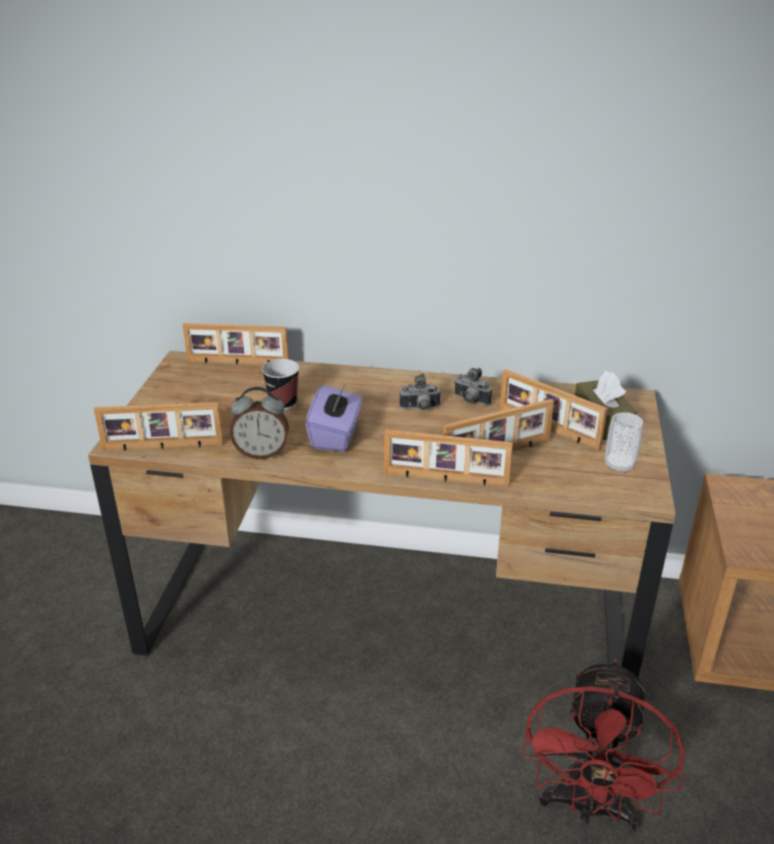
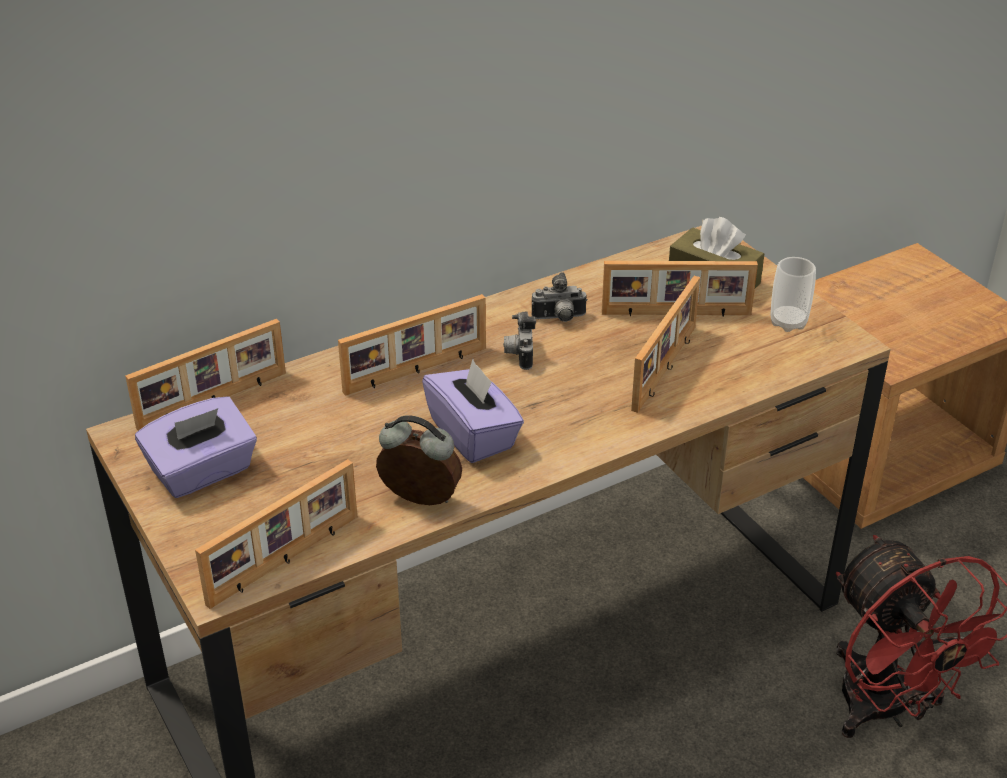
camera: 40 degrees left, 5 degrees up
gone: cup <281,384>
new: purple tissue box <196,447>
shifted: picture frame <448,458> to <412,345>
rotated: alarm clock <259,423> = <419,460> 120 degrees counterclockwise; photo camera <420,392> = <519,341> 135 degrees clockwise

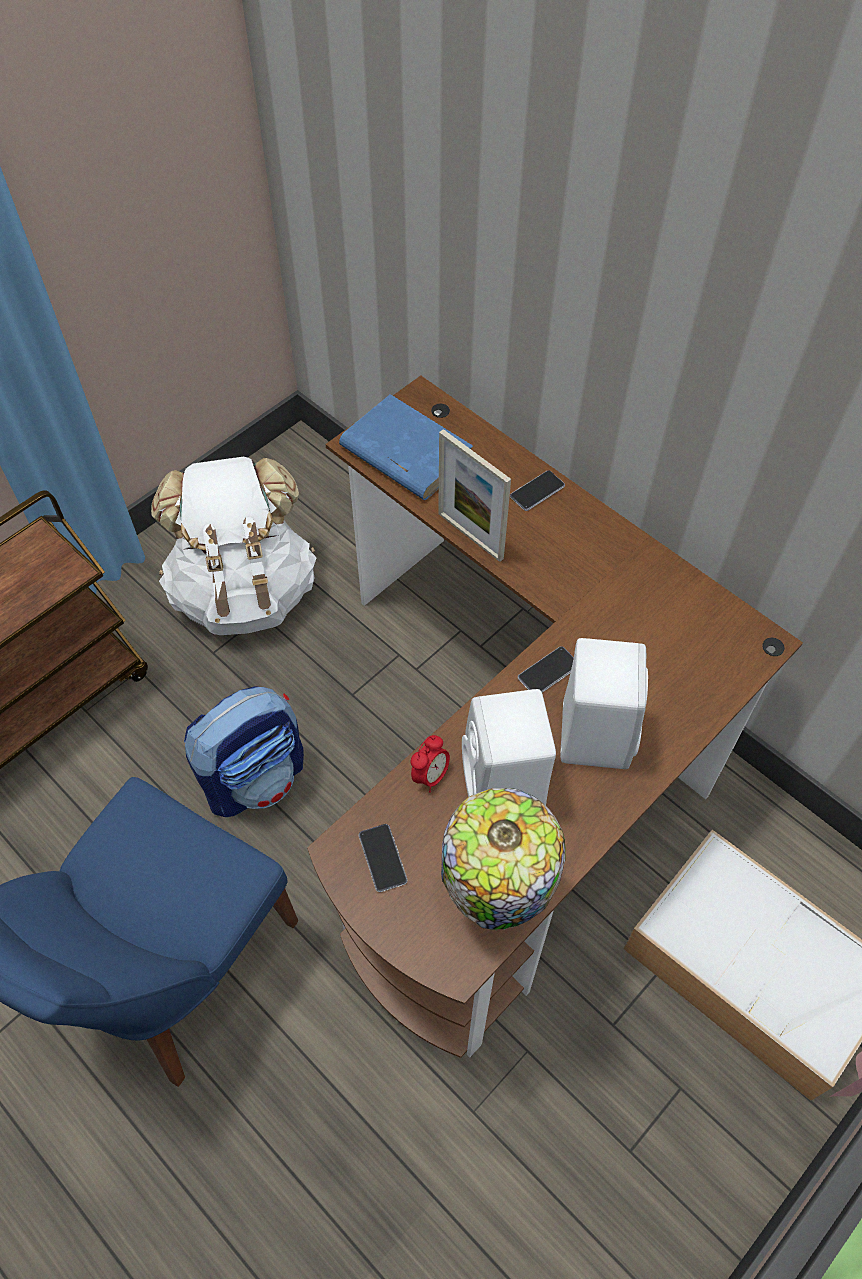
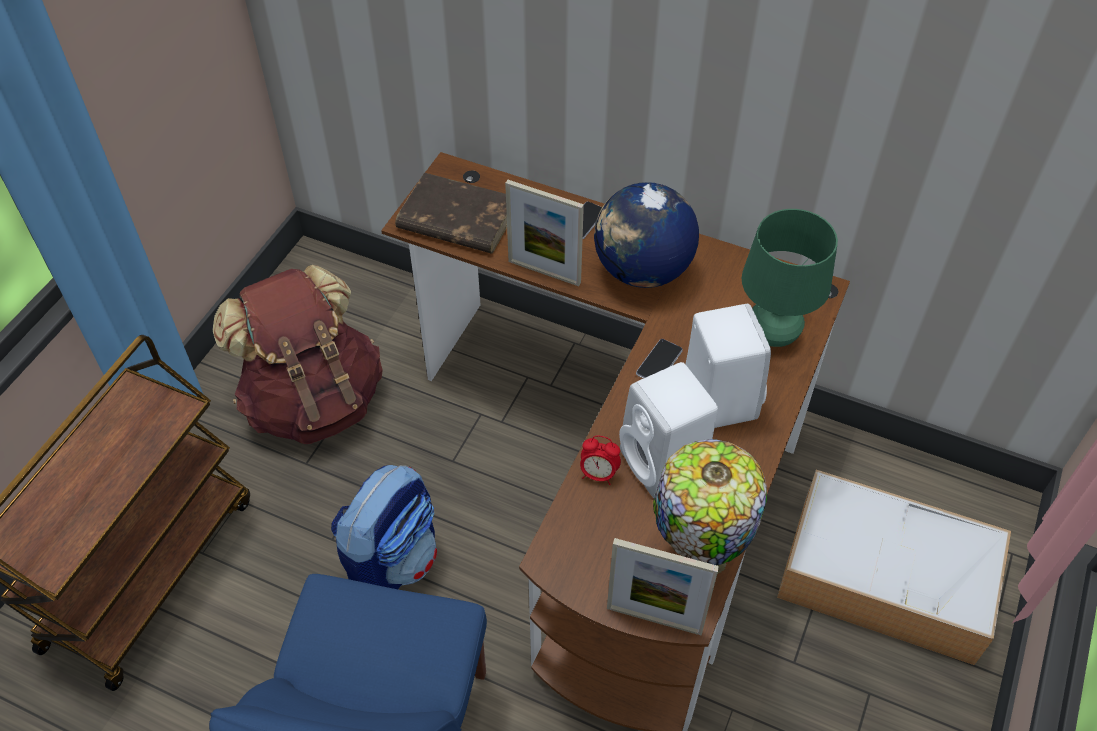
camera: 20 degrees left, 5 degrees down
gone: phone <383,858>
new: globe <646,235>; picture frame <663,587>; green table lamp <790,278>
repainted: white backpack <234,546> to brown backpack <297,354>; blue book <406,447> to brown book <451,213>
rotated: alarm clock <430,764> = <600,460> 90 degrees clockwise

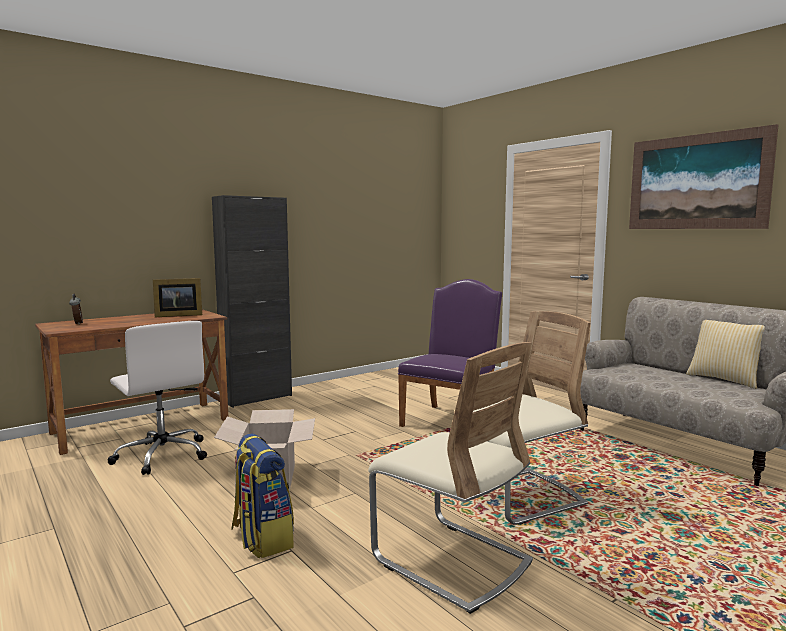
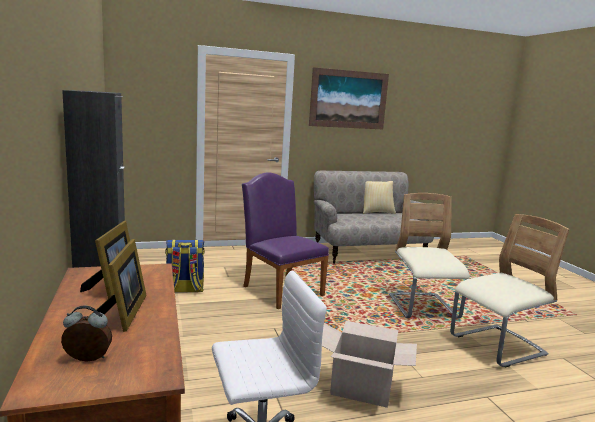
camera: 70 degrees left, 5 degrees up
new: picture frame <120,285>
shifted: backpack <262,495> to <185,266>

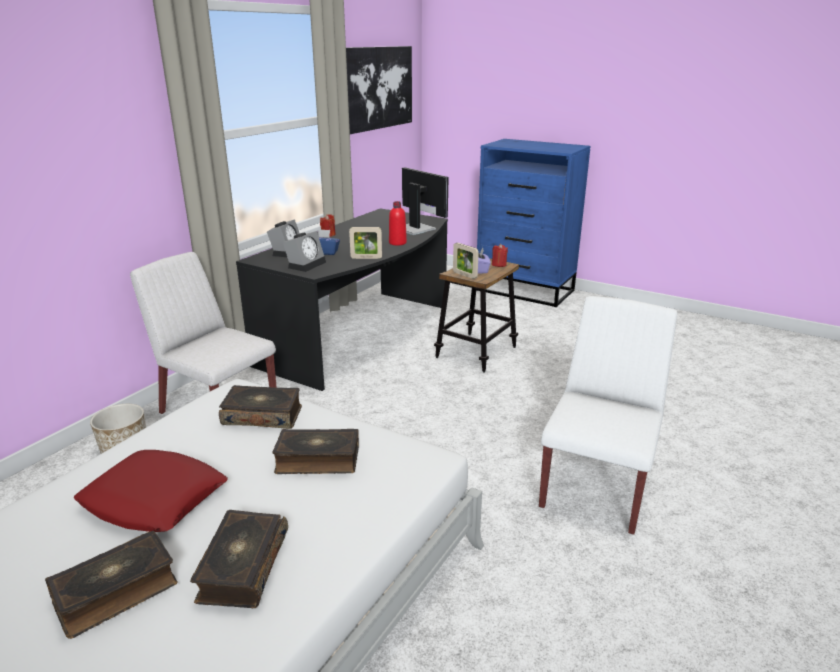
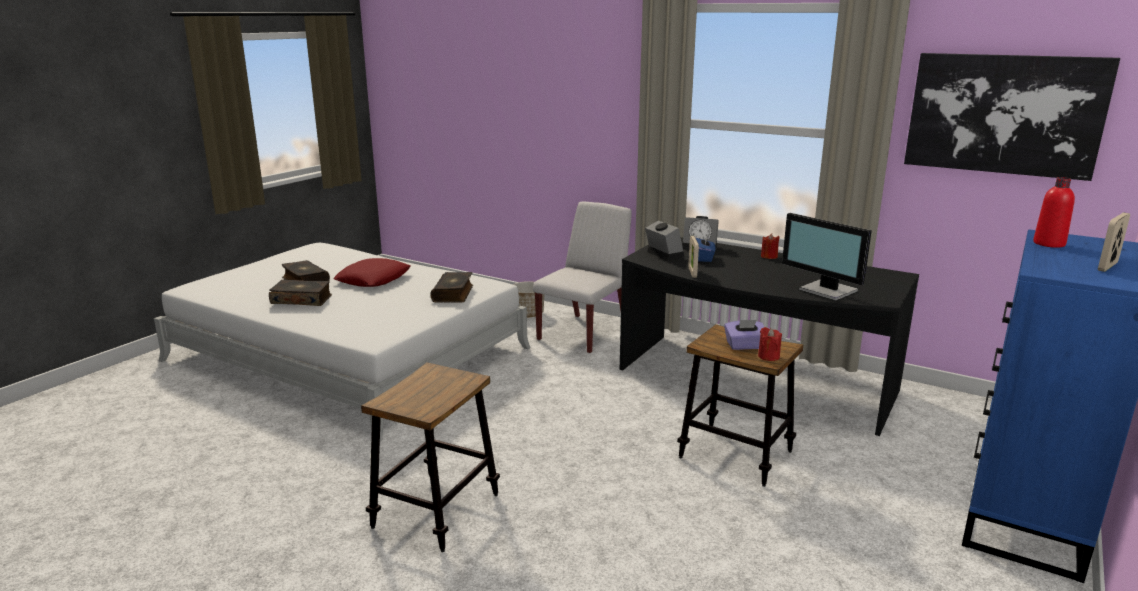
camera: 90 degrees right, 5 degrees down
gone: book <315,451>
shifted: red bottle <398,223> to <1054,212>; picture frame <466,261> to <1114,242>
swapped: white chair <608,415> to stool <430,457>
rotated: alarm clock <304,251> = <664,240> 150 degrees counterclockwise; monitor <425,201> = <827,257> 90 degrees clockwise

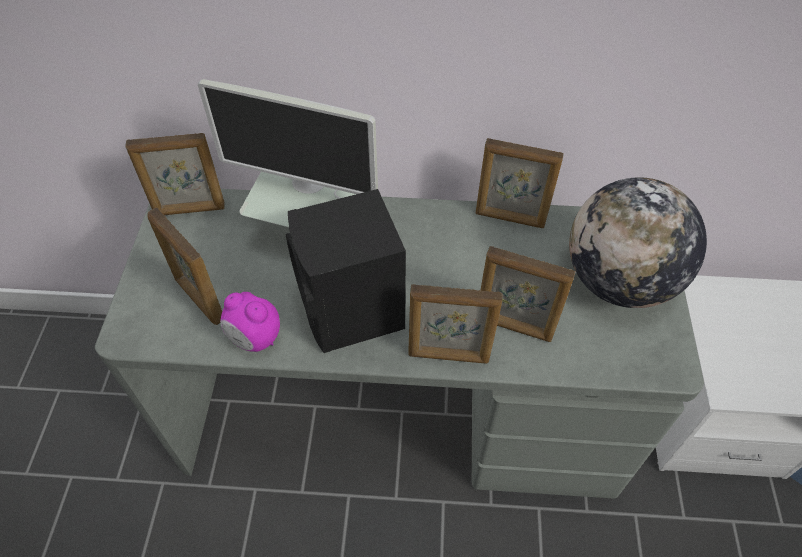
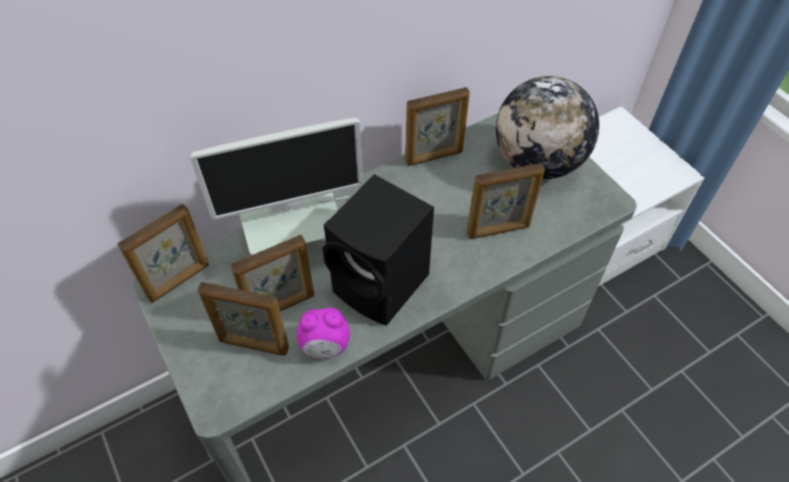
camera: 35 degrees left, 0 degrees up
shifted: picture frame <455,324> to <272,273>

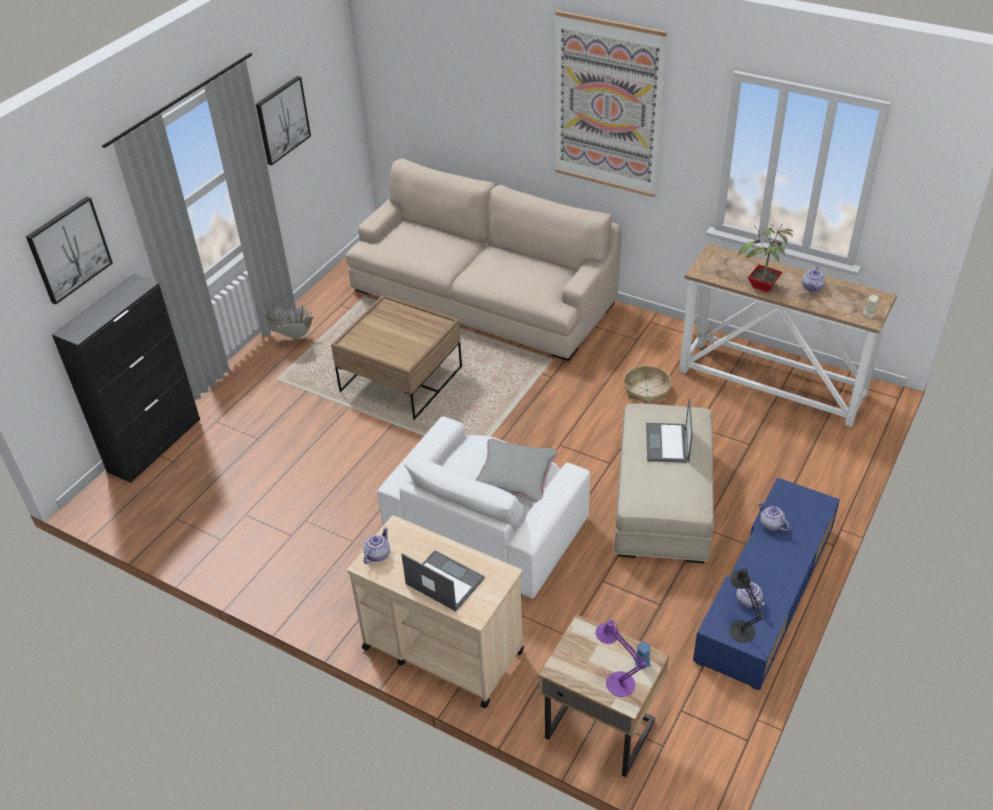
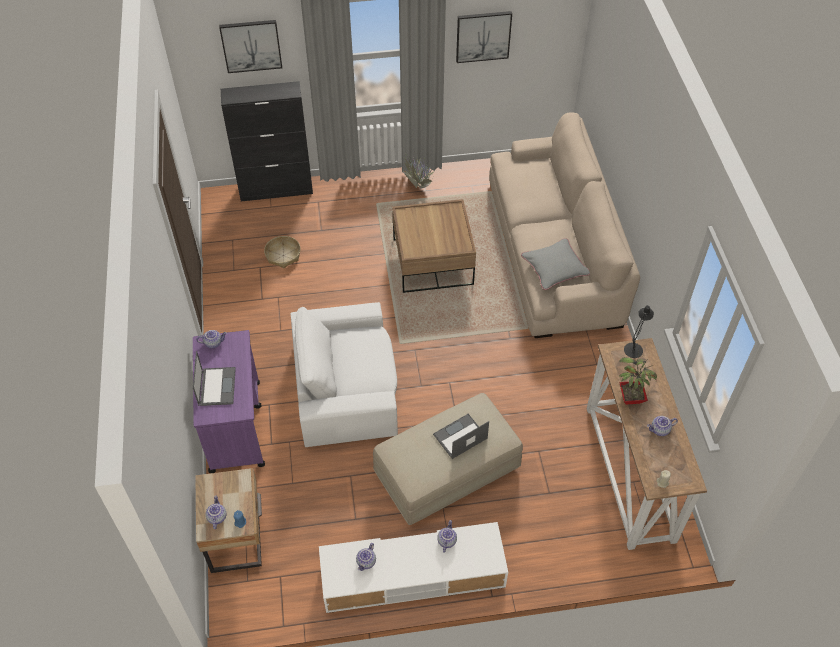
camera: 50 degrees right, 10 degrees up
gone: picture <611,103>
shifted: basket <647,385> to <282,252>; grey pillow <517,470> to <555,264>; black table lamp <746,605> to <639,331>
swapped: purple table lamp <620,658> to teapot <216,512>
repainted: beige cart <435,611> to purple cart <229,401>; blue tv stand <766,584> to white tv stand <413,567>

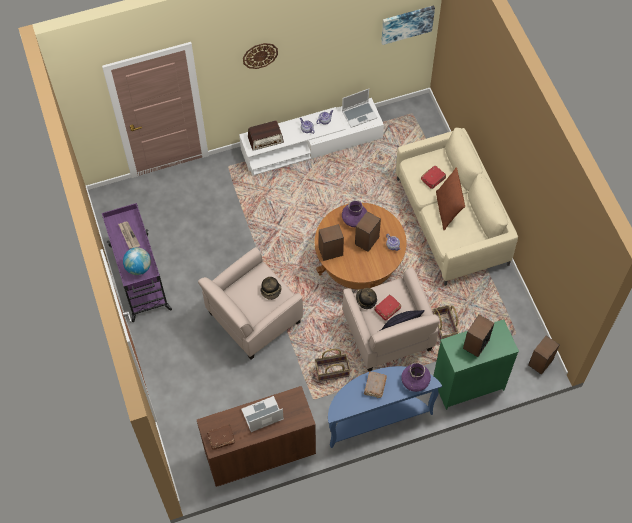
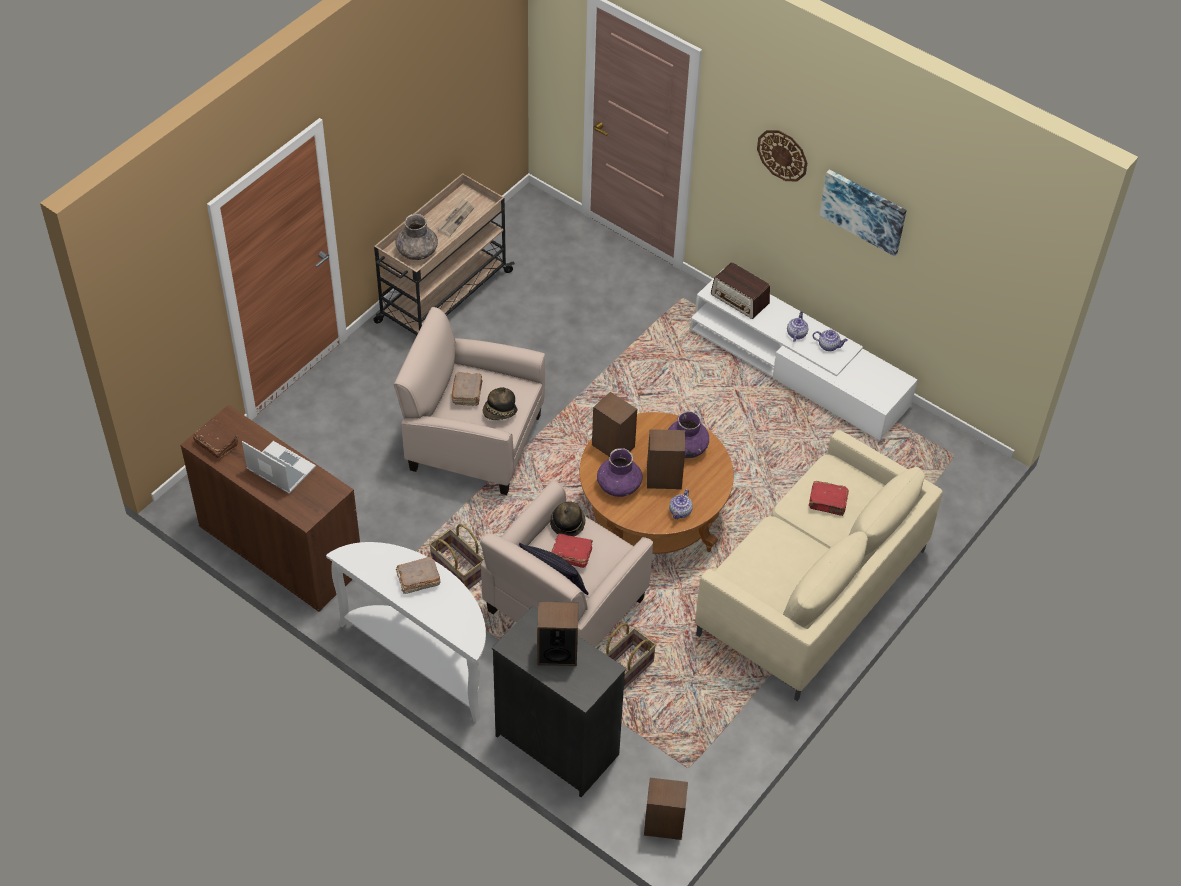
camera: 55 degrees right, 10 degrees down
gone: laptop <360,108>; brown pillow <450,198>
new: brown book <466,389>
shifted: purple vase <416,377> to <619,472>; picture <408,25> to <862,212>
swapped: globe <137,261> to grey vase <416,237>
repainted: blue console table <385,407> to white console table <406,632>; purple cart <137,262> to beige cart <444,254>; green dresser <476,364> to black dresser <559,701>

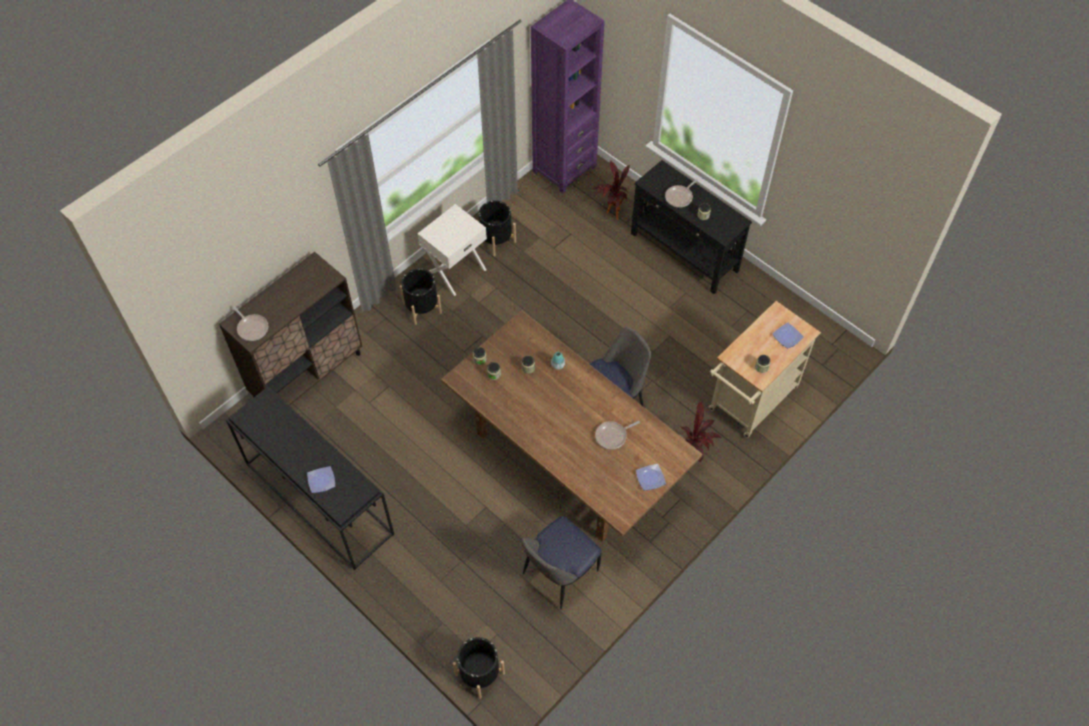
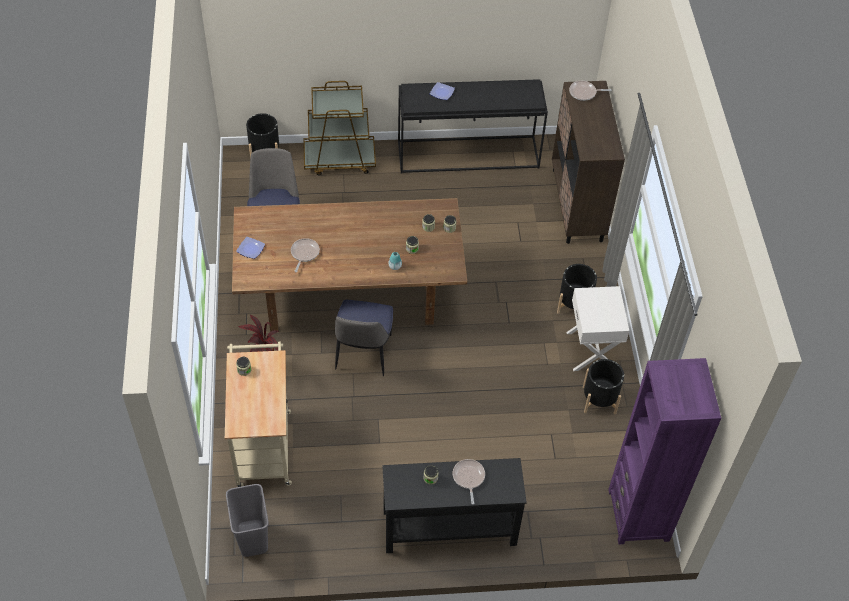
camera: 130 degrees right, 5 degrees down
gone: potted plant <611,190>; plate <788,335>
new: grey trash can <247,520>; brown cart <339,128>

